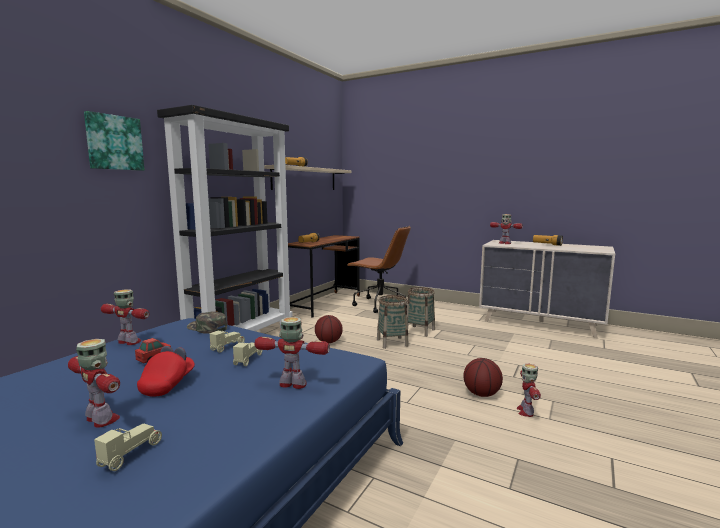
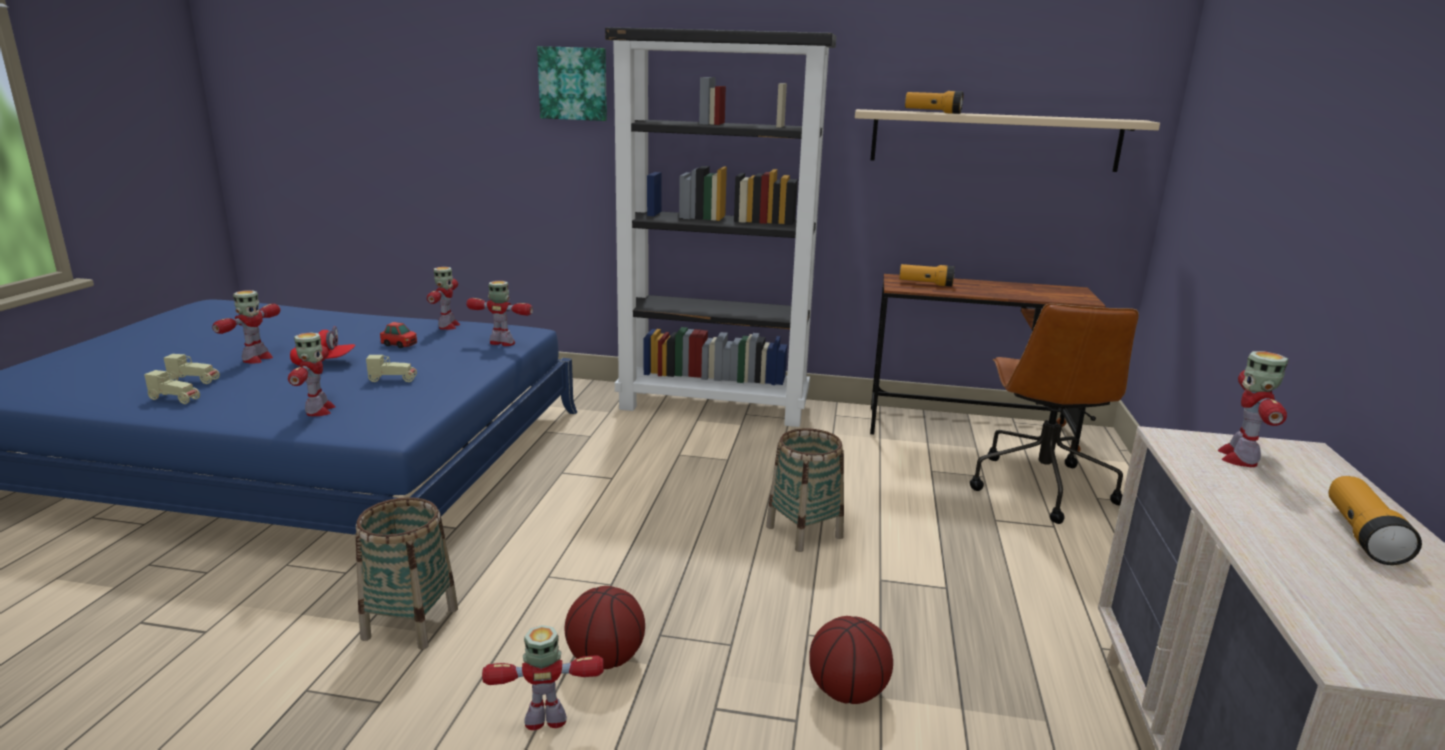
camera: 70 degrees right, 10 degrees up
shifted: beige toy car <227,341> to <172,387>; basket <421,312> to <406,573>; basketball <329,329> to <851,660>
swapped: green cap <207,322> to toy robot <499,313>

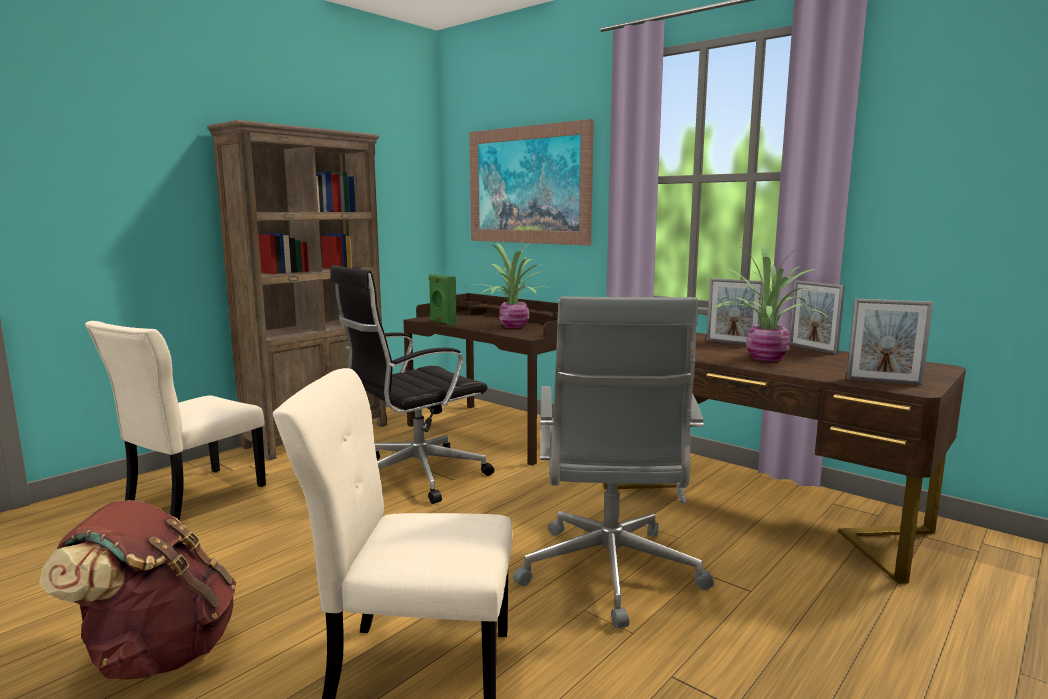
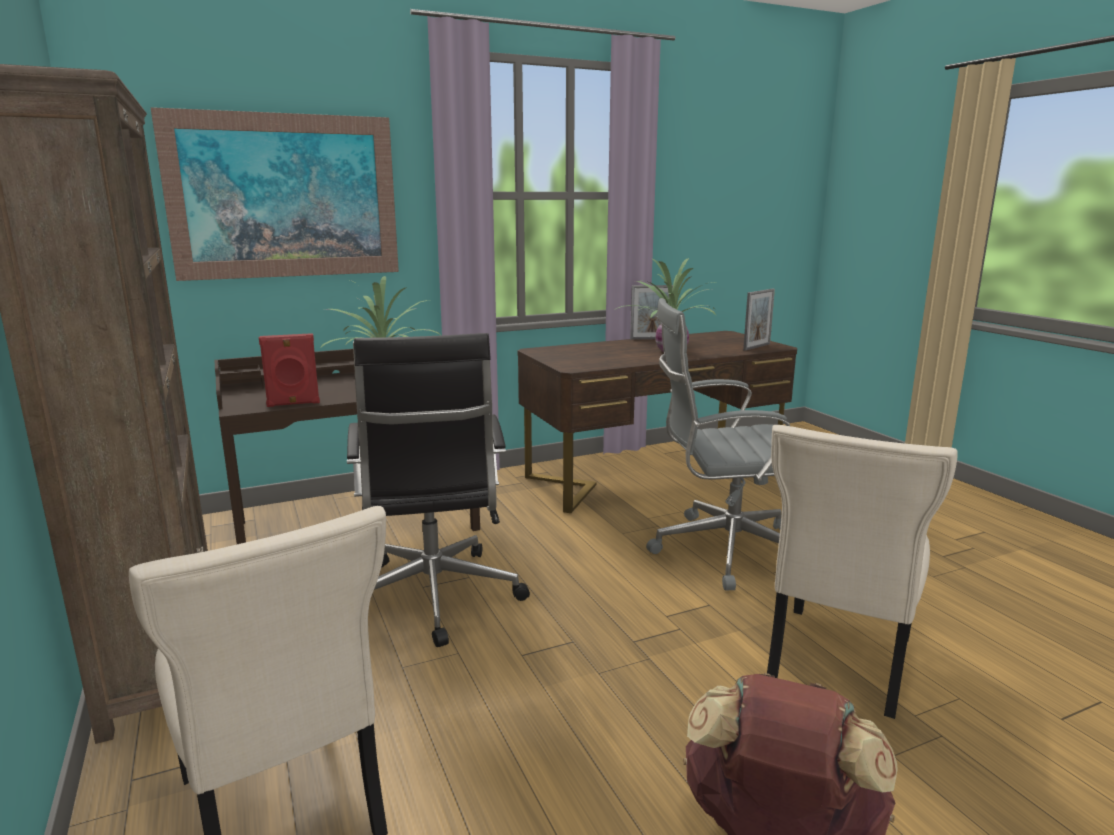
camera: 65 degrees left, 5 degrees up
gone: picture frame <734,311>
repainted: green speaker <443,299> to red speaker <289,370>
rotated: grey office chair <613,462> = <718,444> 150 degrees clockwise

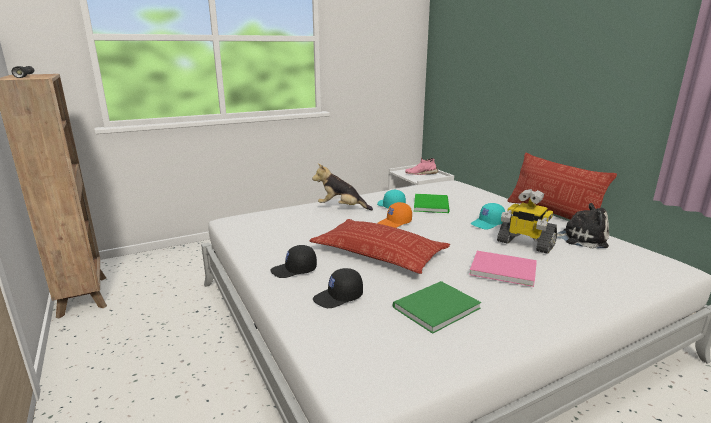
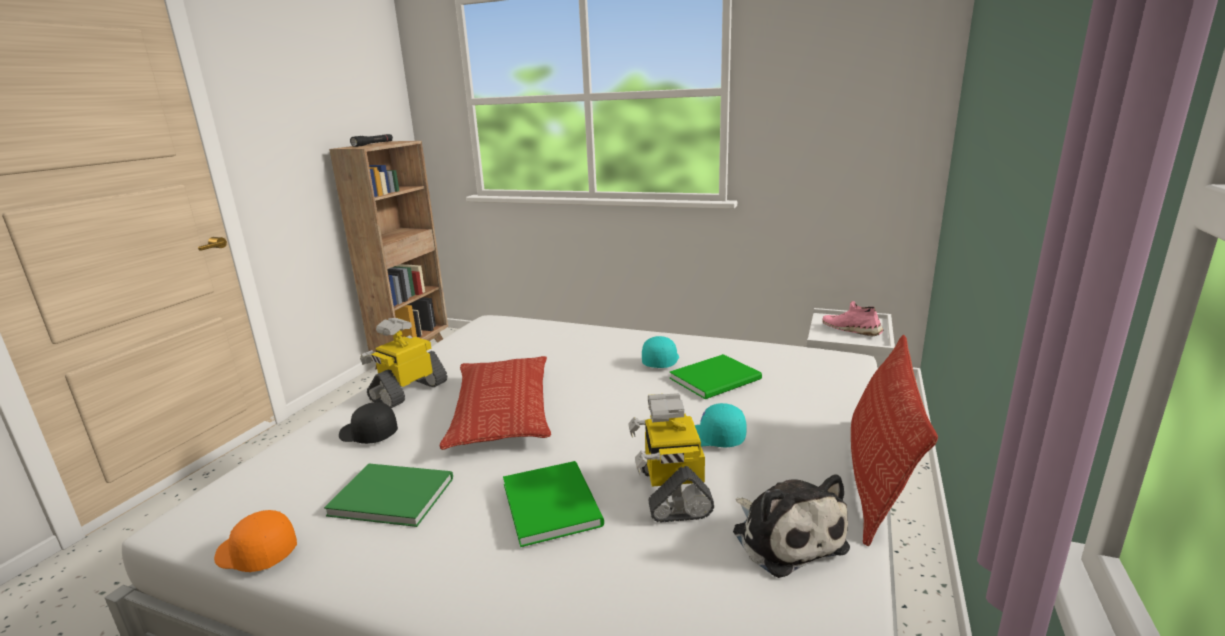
camera: 50 degrees right, 0 degrees up
gone: plush toy <342,186>
shifted: orange cap <394,215> to <255,541>
swapped: black cap <294,261> to toy robot <403,363>
repainted: pink book <503,269> to green book <553,504>

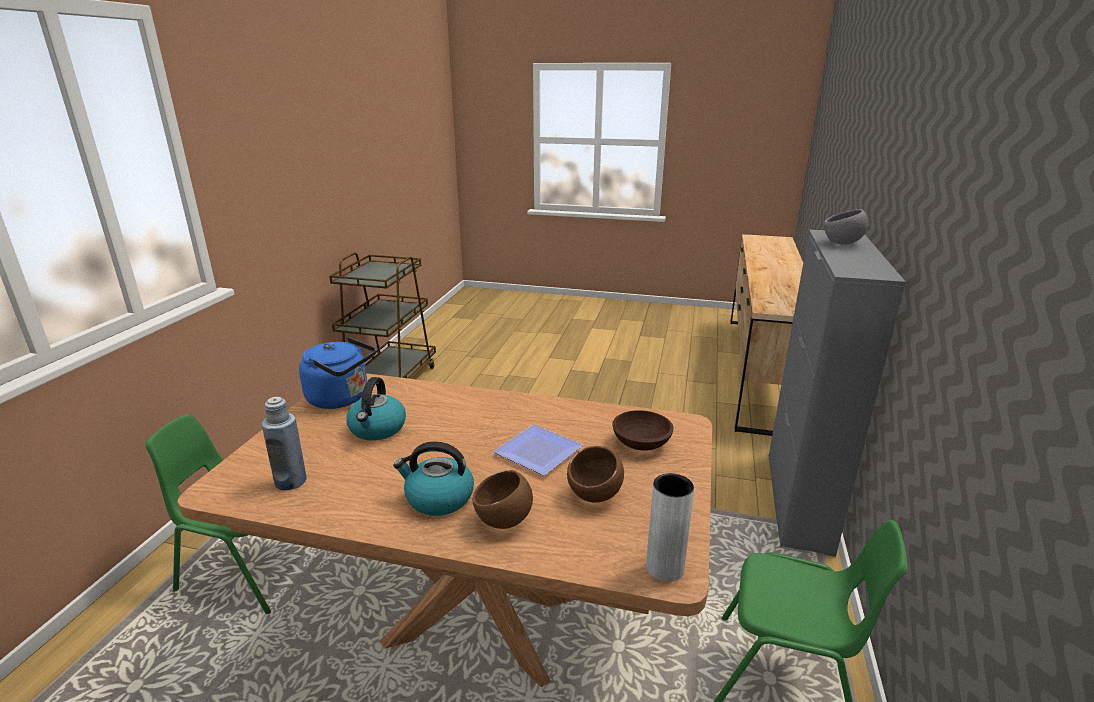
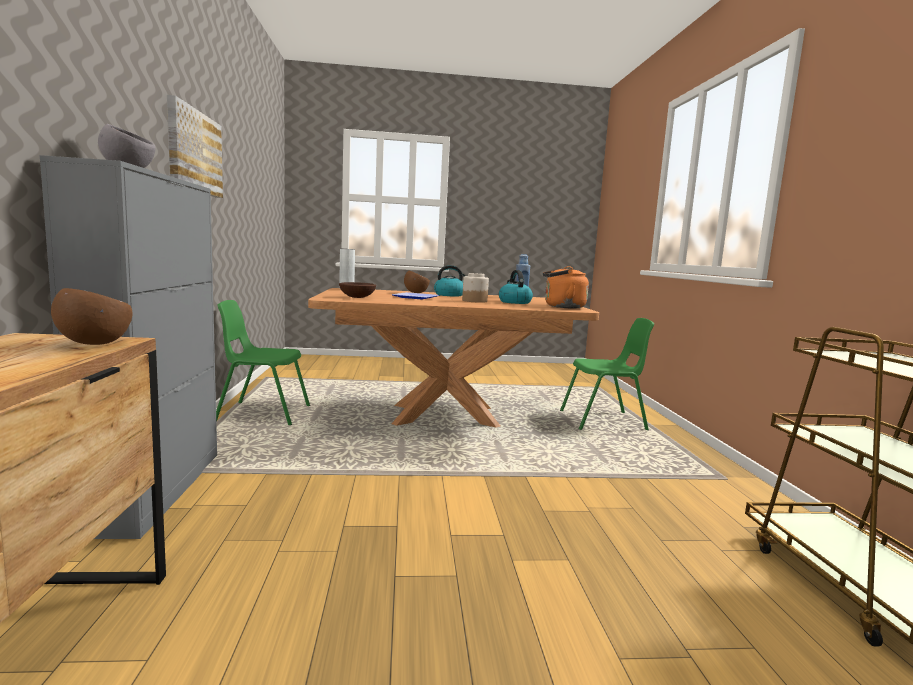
camera: 160 degrees right, 15 degrees down
new: picture <195,146>; jar <475,288>
shifted: brown bowl <595,474> to <91,316>
repainted: blue kettle <337,373> to orange kettle <566,287>

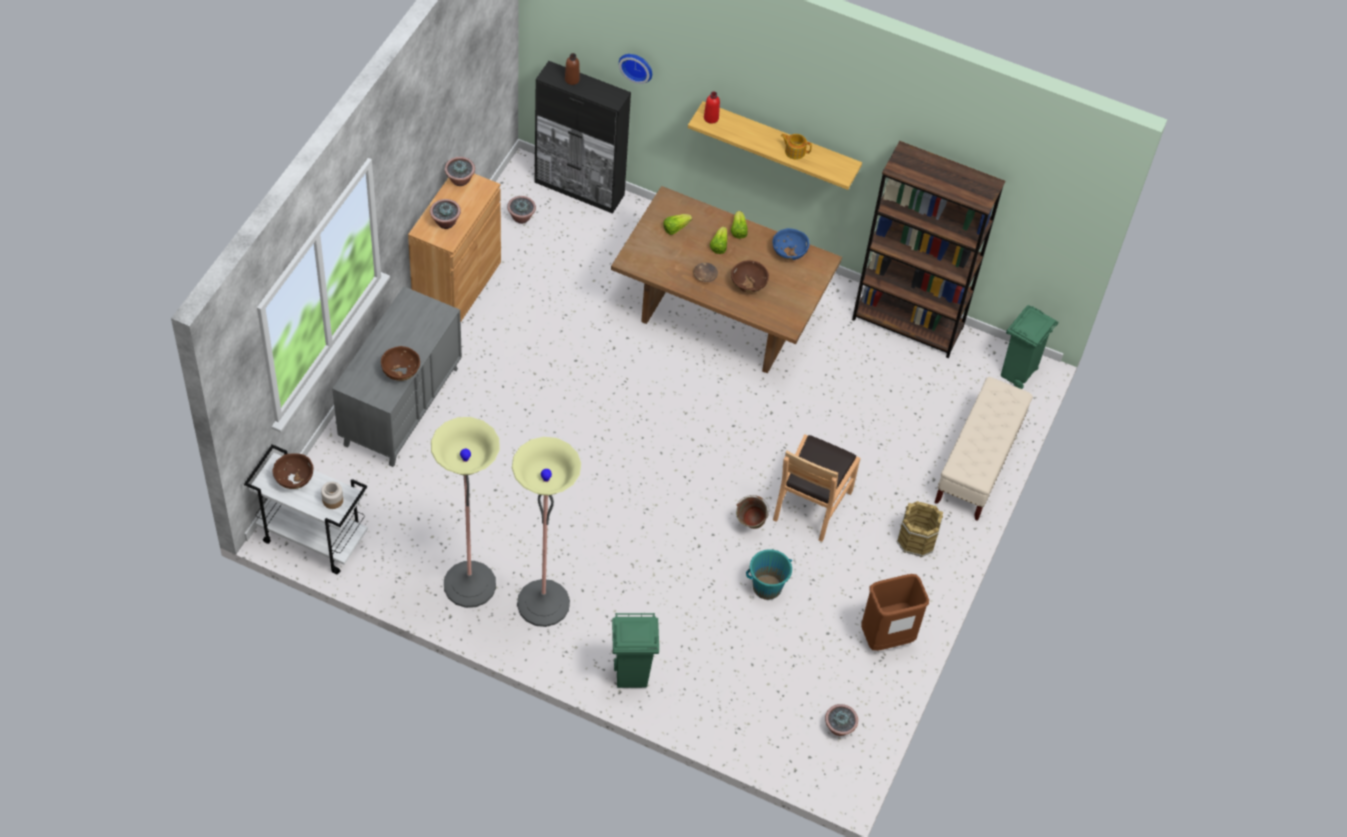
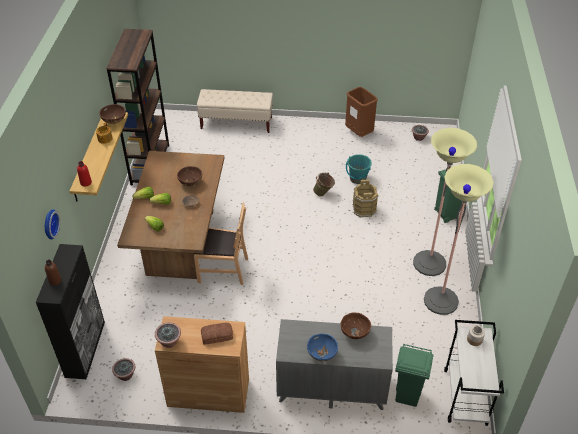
camera: 105 degrees left, 10 degrees down
shifted: brown bowl <293,471> to <112,114>; brown chair <816,488> to <221,243>; blue bowl <791,244> to <322,347>; brown bucket <920,529> to <365,199>; green trash can <1029,347> to <414,375>
swapped: potted plant <445,214> to bread <217,334>

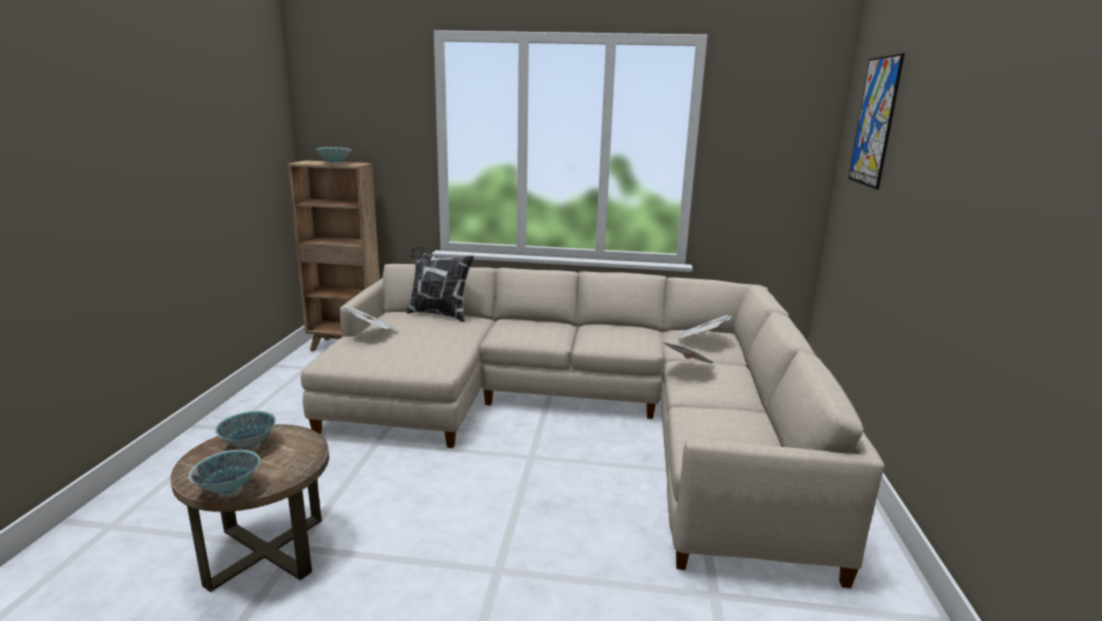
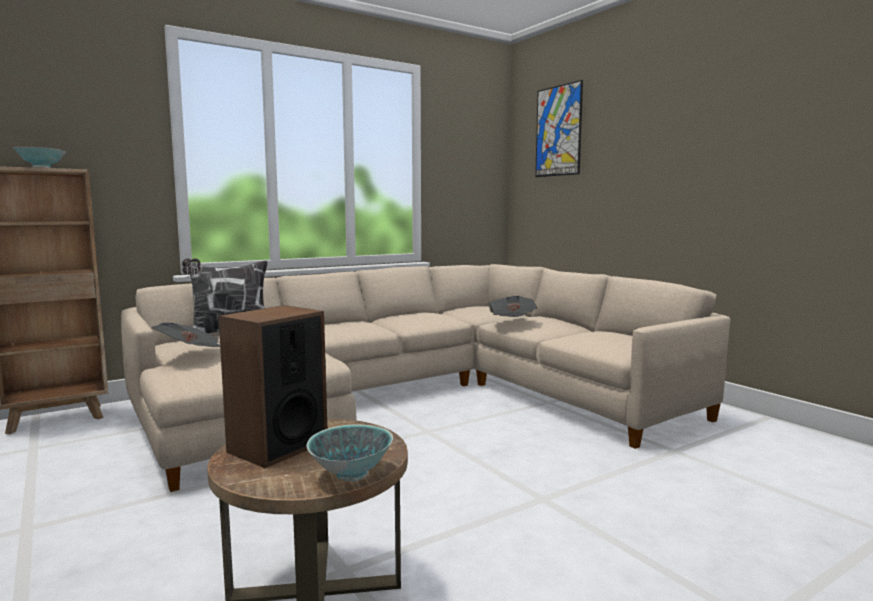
camera: 40 degrees left, 10 degrees down
gone: newspaper <704,327>
swapped: bowl <245,430> to speaker <273,386>

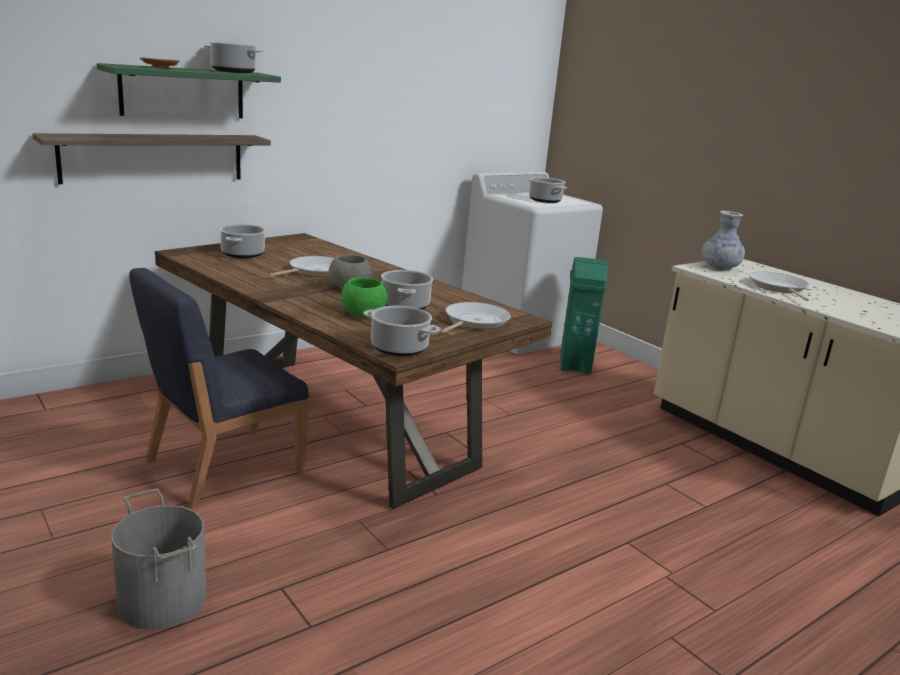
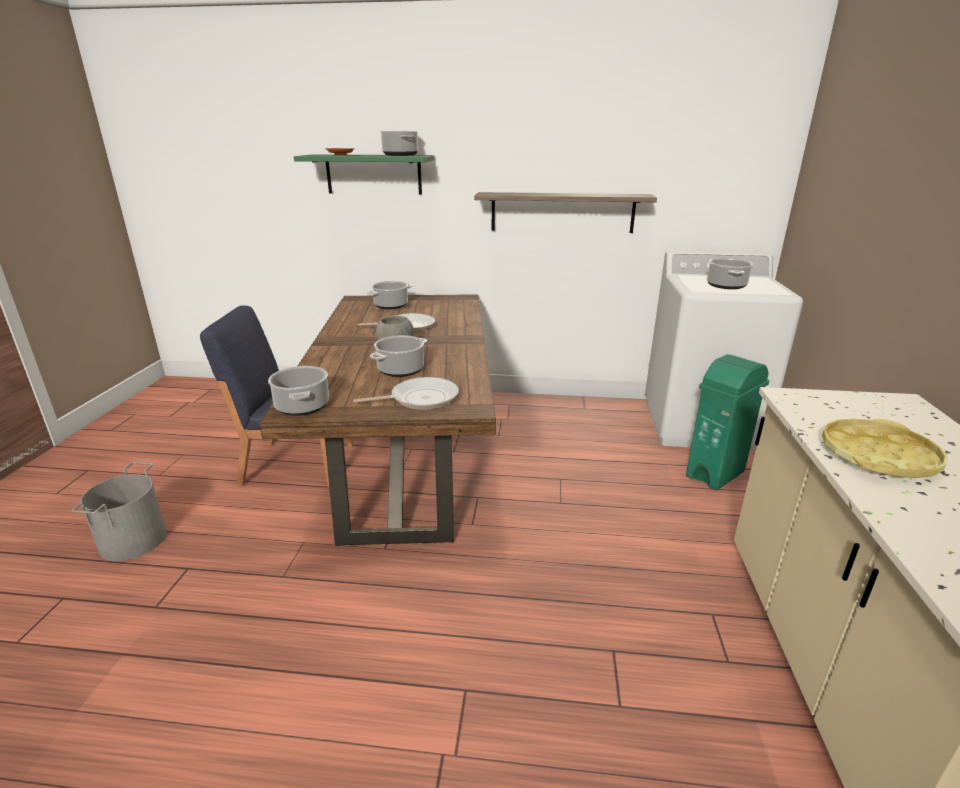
camera: 45 degrees right, 5 degrees up
gone: green bowl <364,297>; vase <723,241>
shifted: shelf <151,158> to <565,212>
swapped: frying pan <779,286> to yellow tray <885,448>

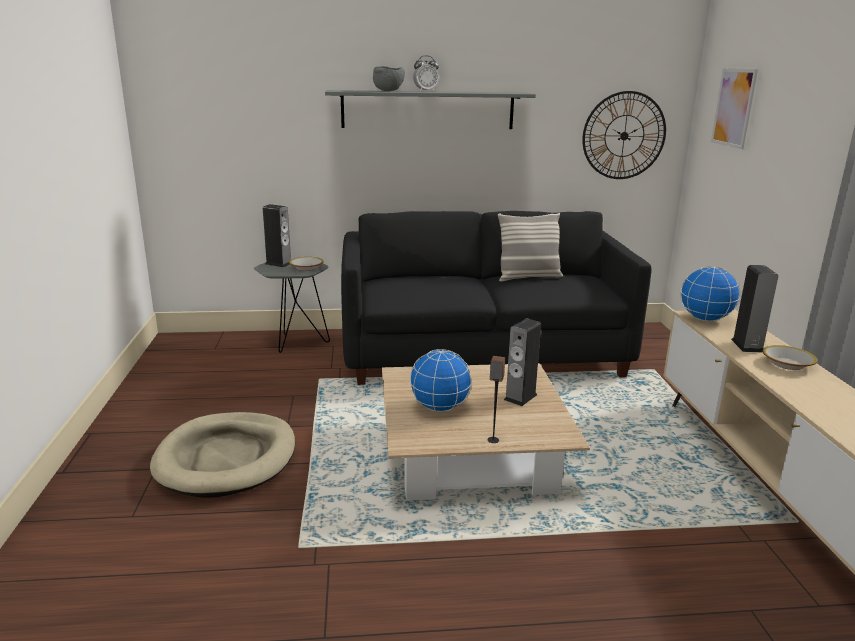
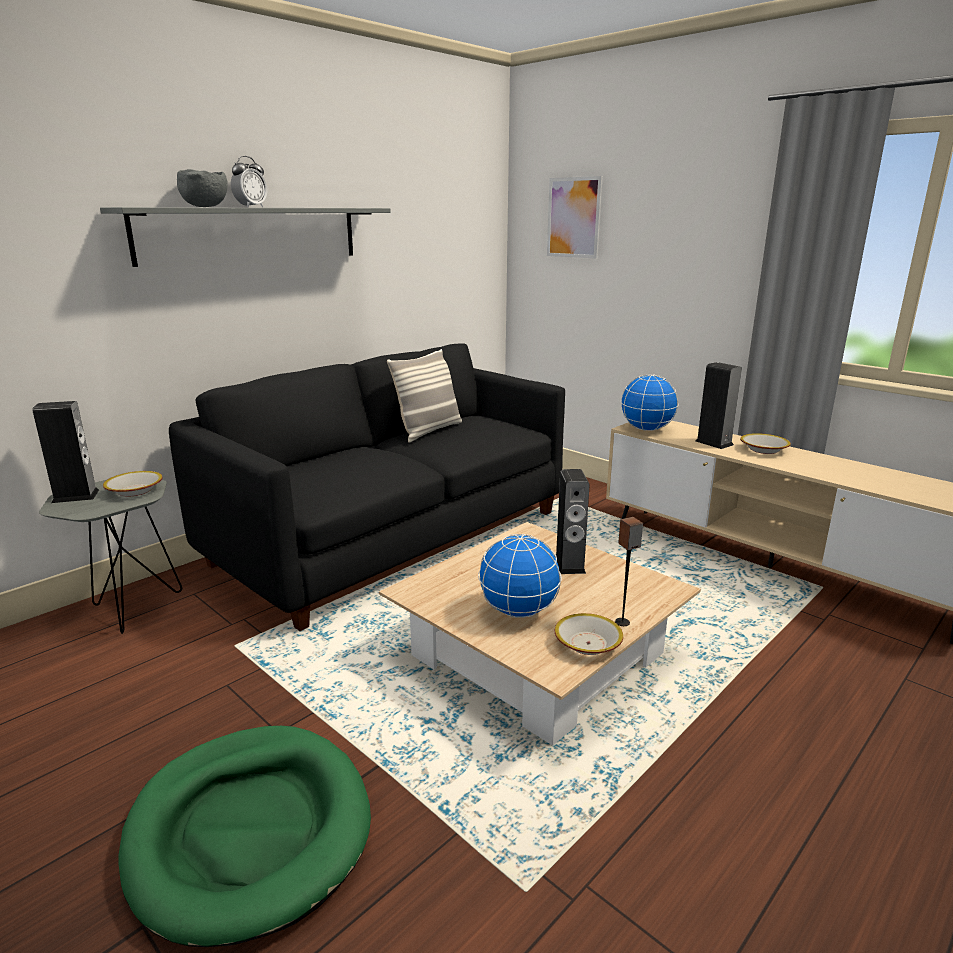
camera: 40 degrees left, 0 degrees up
gone: wall clock <624,135>
new: bowl <589,634>
repainted: beige dog bed <222,455> to green dog bed <244,836>

